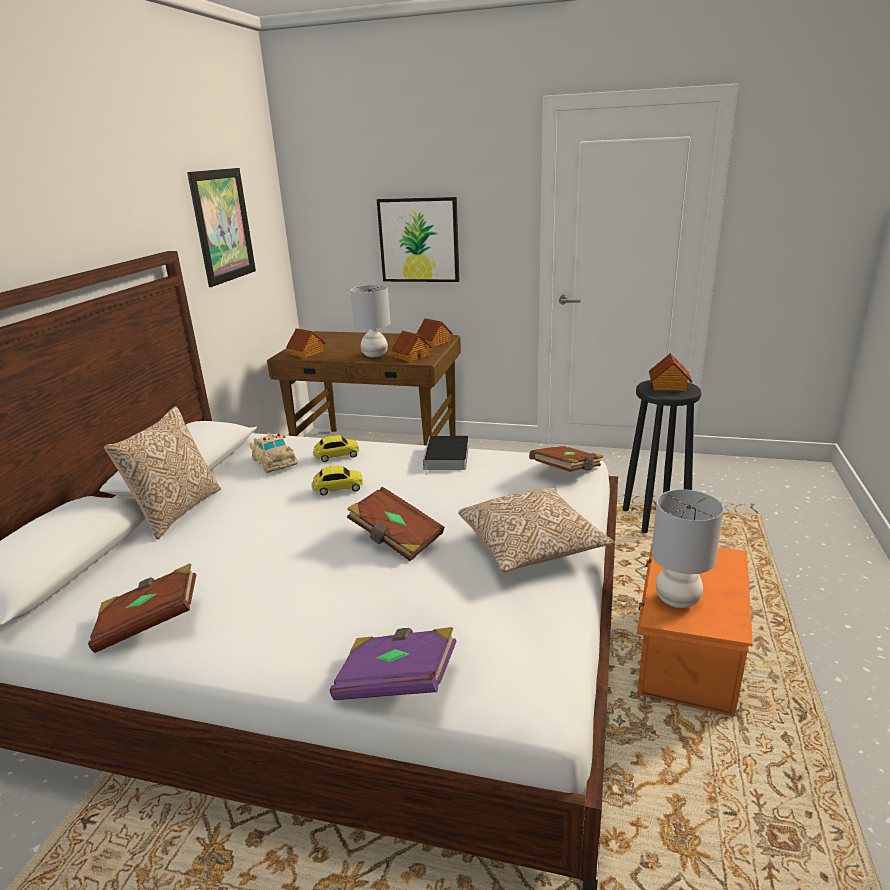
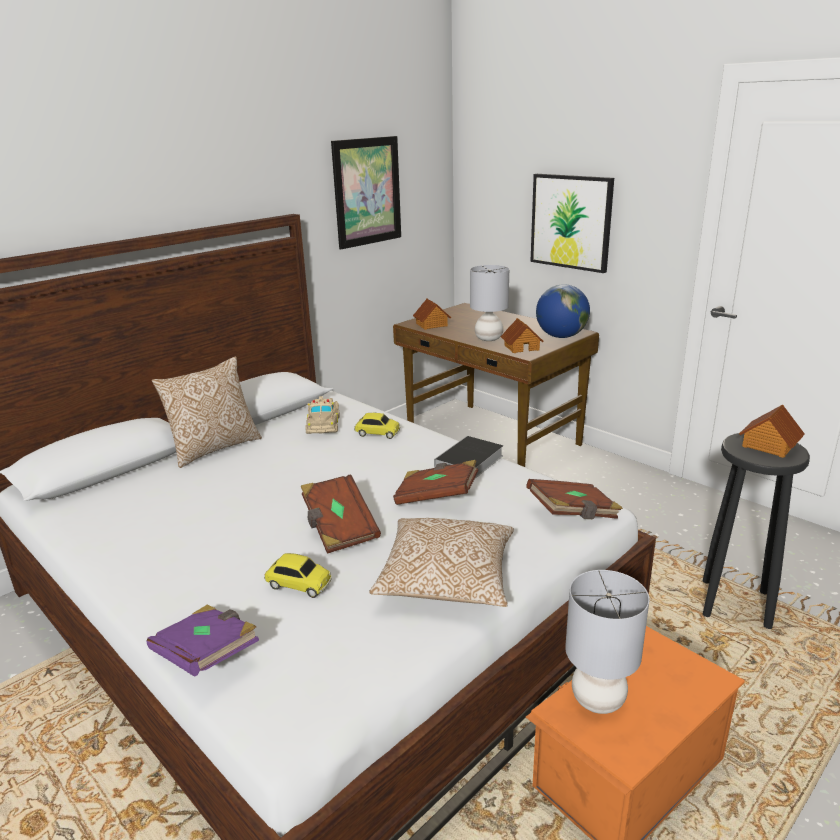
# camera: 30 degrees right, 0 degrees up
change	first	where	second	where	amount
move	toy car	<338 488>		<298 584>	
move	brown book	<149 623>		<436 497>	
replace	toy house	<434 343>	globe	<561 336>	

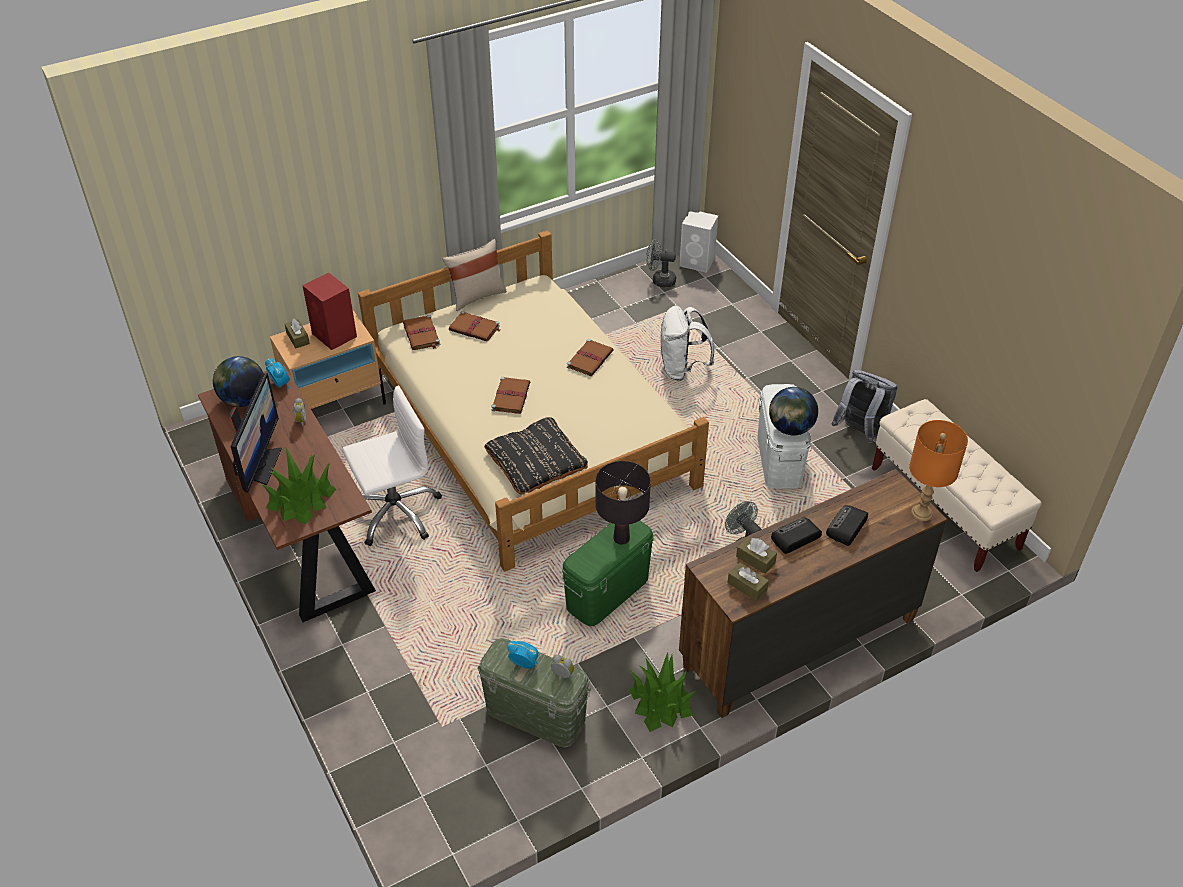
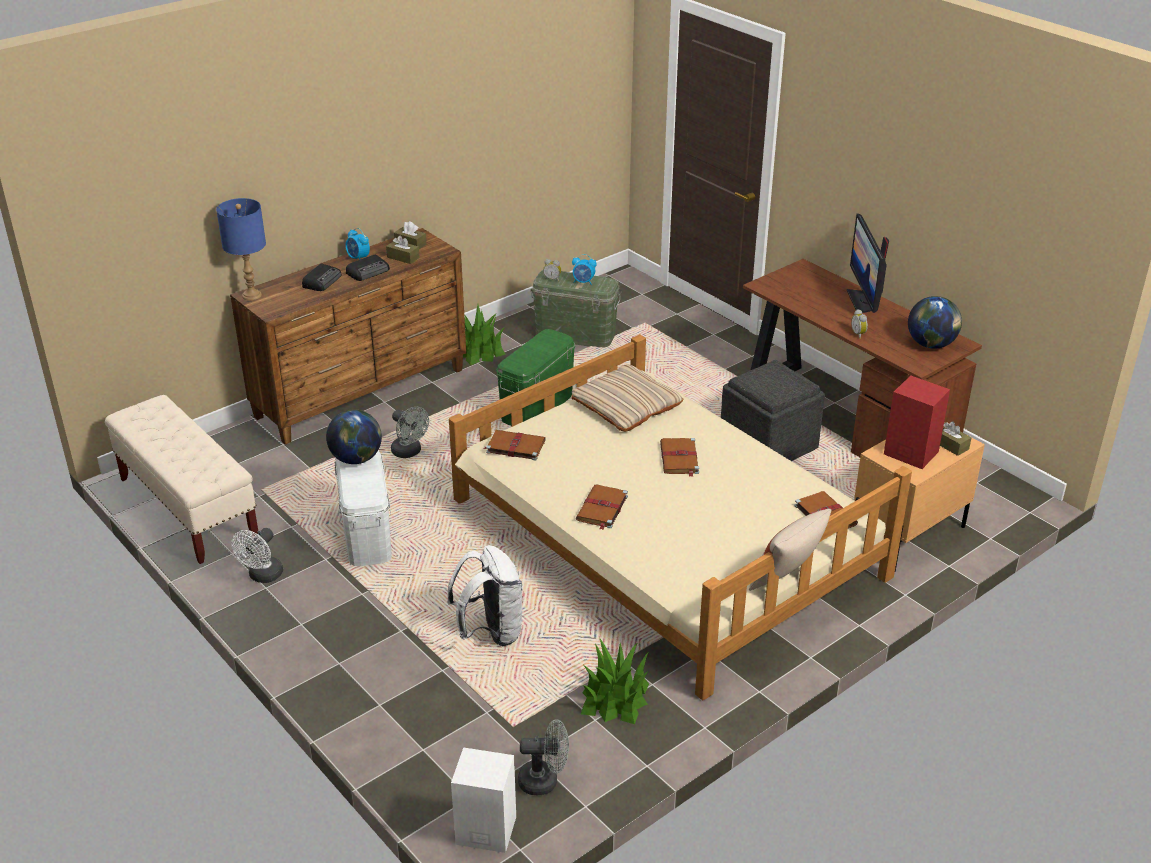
# camera: 170 degrees right, 10 degrees down
change	first	where	second	where	amount
recolor	orange table lamp	<922 513>	blue table lamp	<251 295>	
replace	grey backpack	<860 432>	white fan	<263 576>	
move	alarm clock	<280 384>		<358 258>	
move	brown book	<475 328>		<514 446>	
recolor	black pillow	<536 461>	beige pillow	<626 405>	
move	potted plant	<301 499>		<614 697>	
replace	white office chair	<395 512>	grey ottoman	<767 444>	
delete	black table lamp	<621 538>			

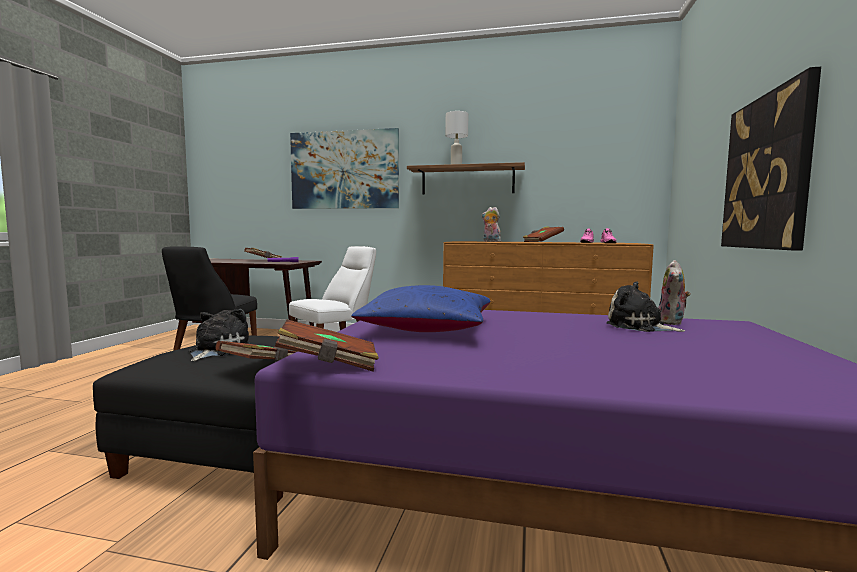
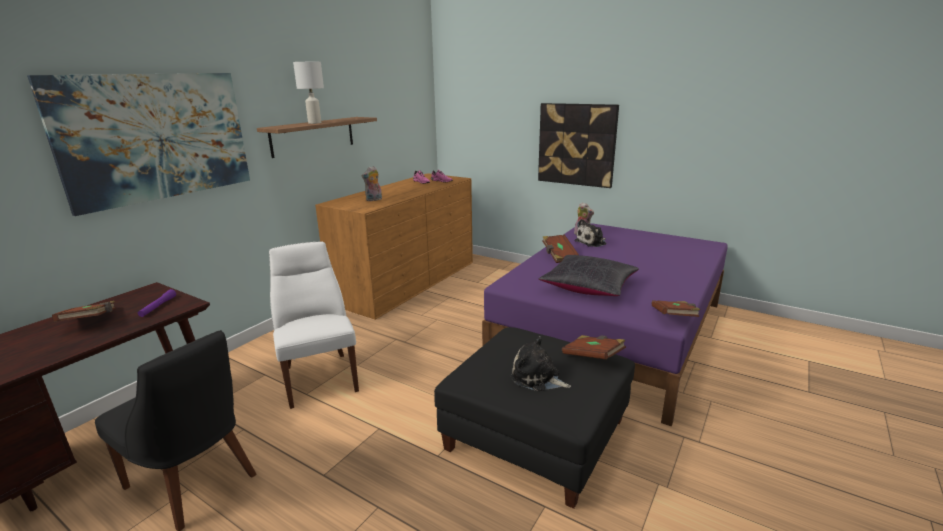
# camera: 70 degrees left, 15 degrees up
change	first	where	second	where	amount
recolor	blue pillow	<428 329>	black pillow	<588 286>	
move	brown book	<542 242>		<559 256>	

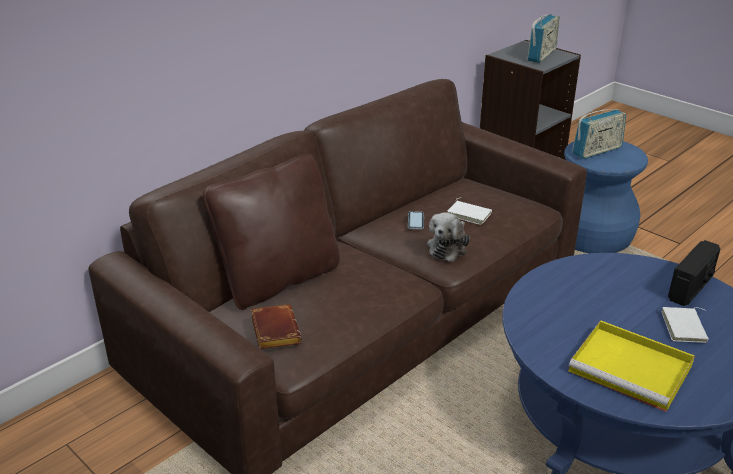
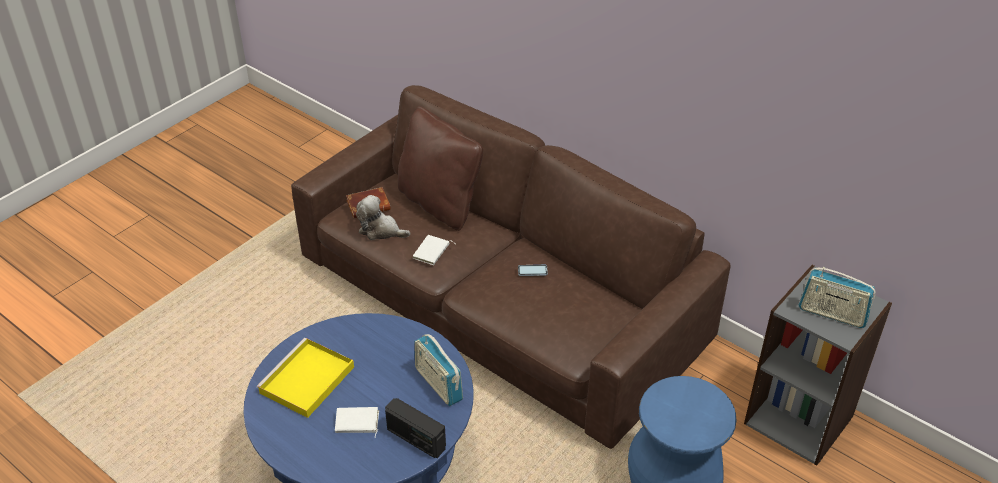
# camera: 85 degrees right, 10 degrees up
change	first	where	second	where	amount
move	plush toy	<448 247>		<381 230>	
move	white book	<469 214>		<432 252>	
move	radio	<597 151>		<438 384>	

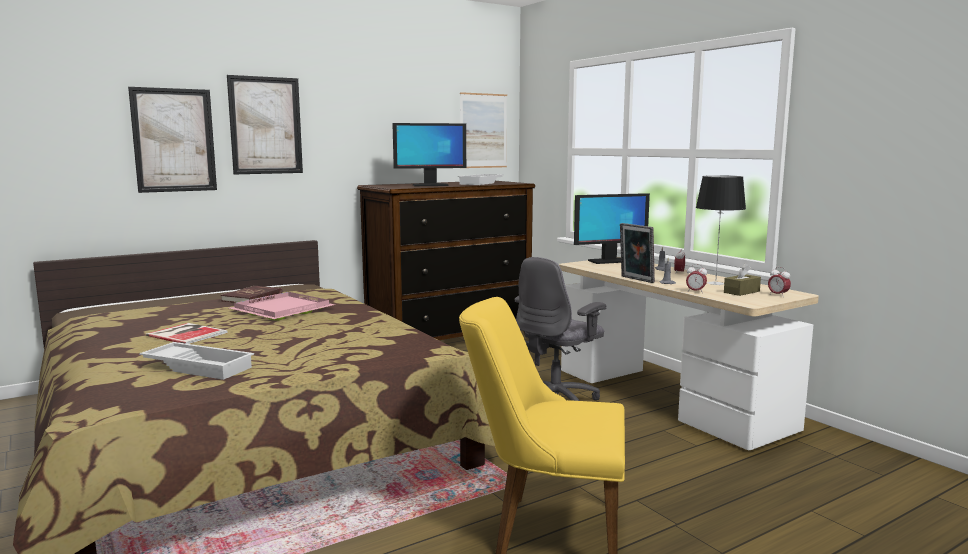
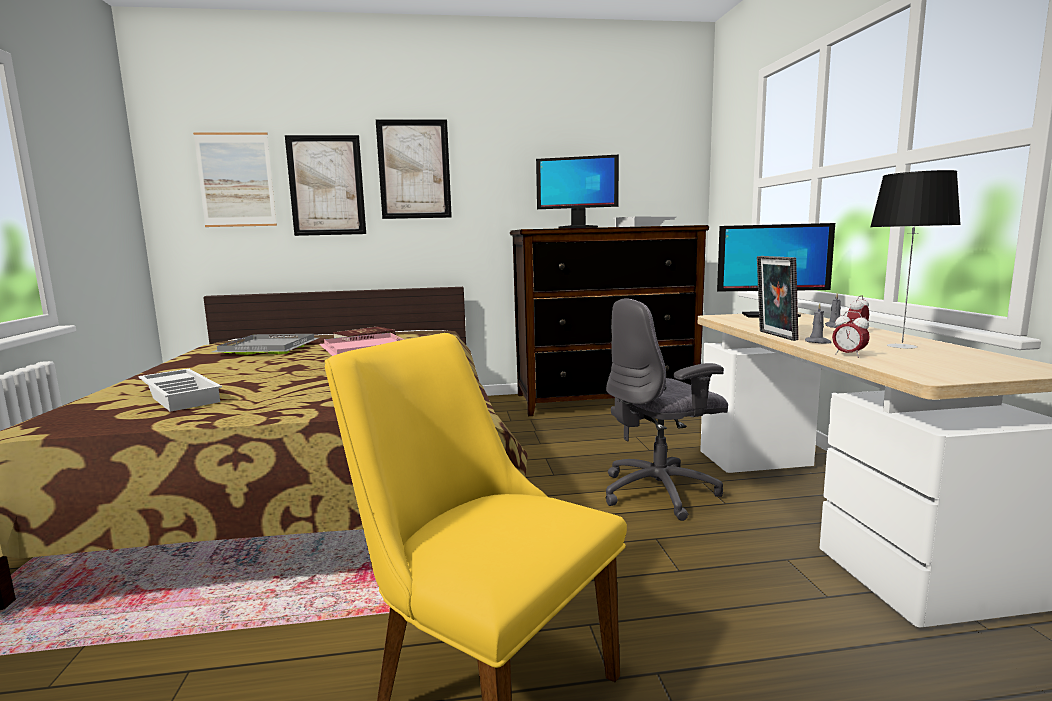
# camera: 25 degrees right, 0 degrees up
change	first	where	second	where	amount
move	picture	<483 131>		<236 180>	
insert			grey tray	<269 348>	
delete	book	<187 333>			
delete	brown tissue box	<741 292>			
delete	alarm clock	<778 295>			

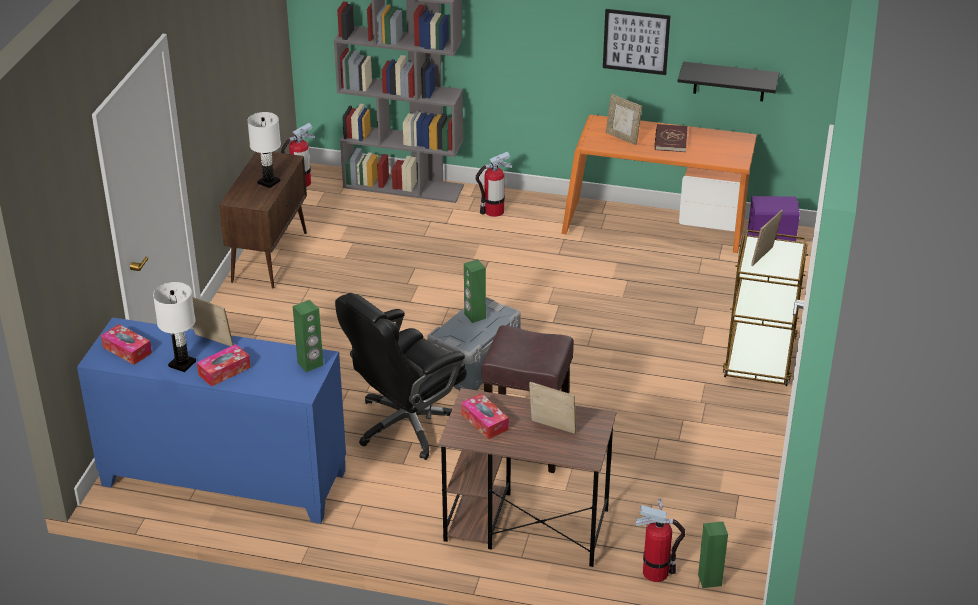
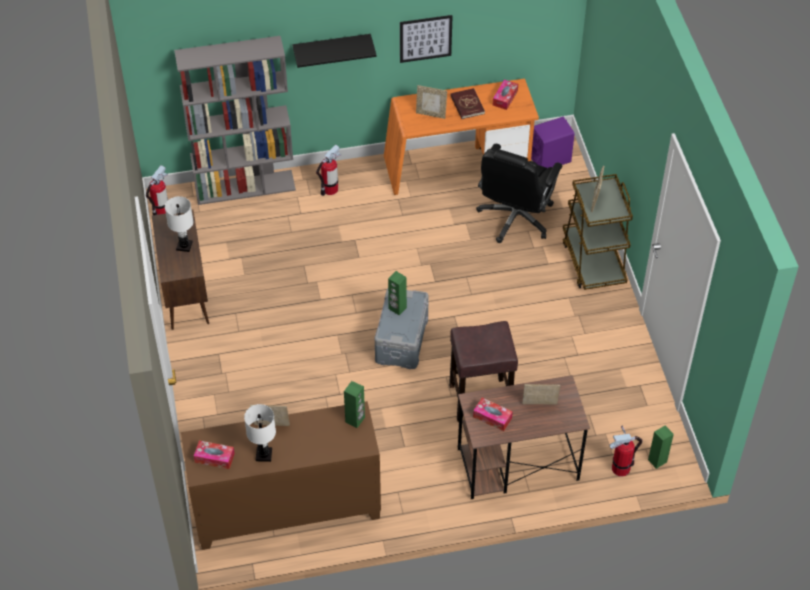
# camera: 25 degrees left, 15 degrees up
change	first	where	second	where	amount
recolor	blue cabinet	<223 479>	brown cabinet	<286 509>	
move	black shelf	<729 81>		<332 49>	
move	black office chair	<406 425>		<515 218>	
move	tissue box	<224 371>		<505 98>	

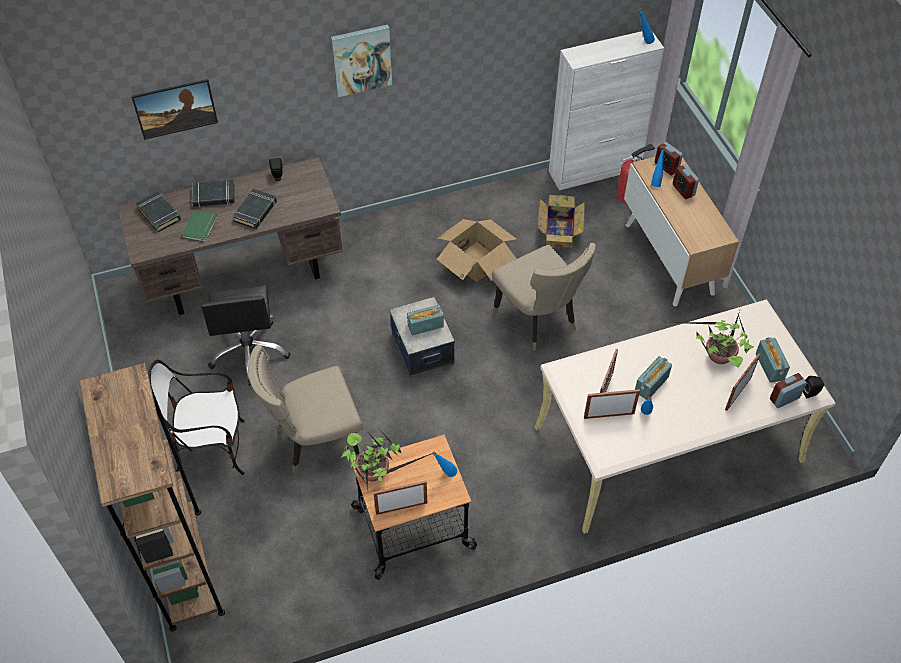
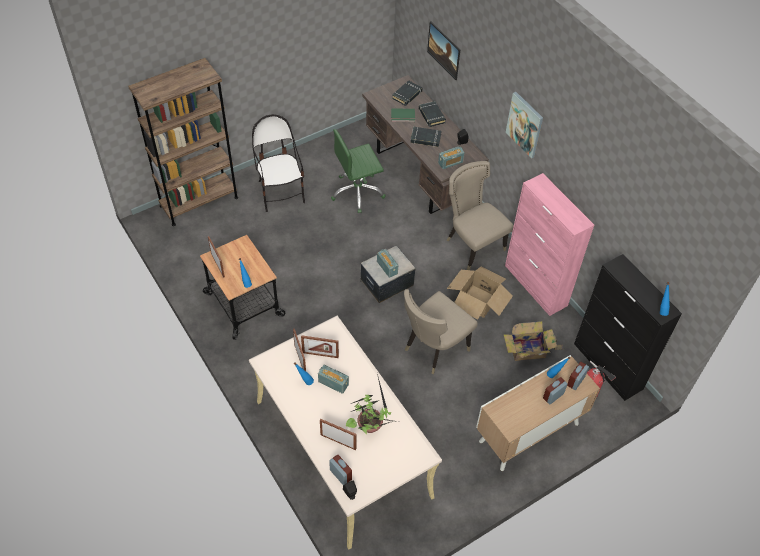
# camera: 75 degrees right, 0 degrees up
change	first	where	second	where	amount
recolor	black office chair	<249 352>	green office chair	<357 192>	
move	radio	<769 366>		<450 162>	
move	beige chair	<314 441>		<472 245>	
insert			pink cabinet	<535 286>	
recolor	white cabinet	<595 170>	black cabinet	<608 366>	
delete	potted plant	<375 472>			

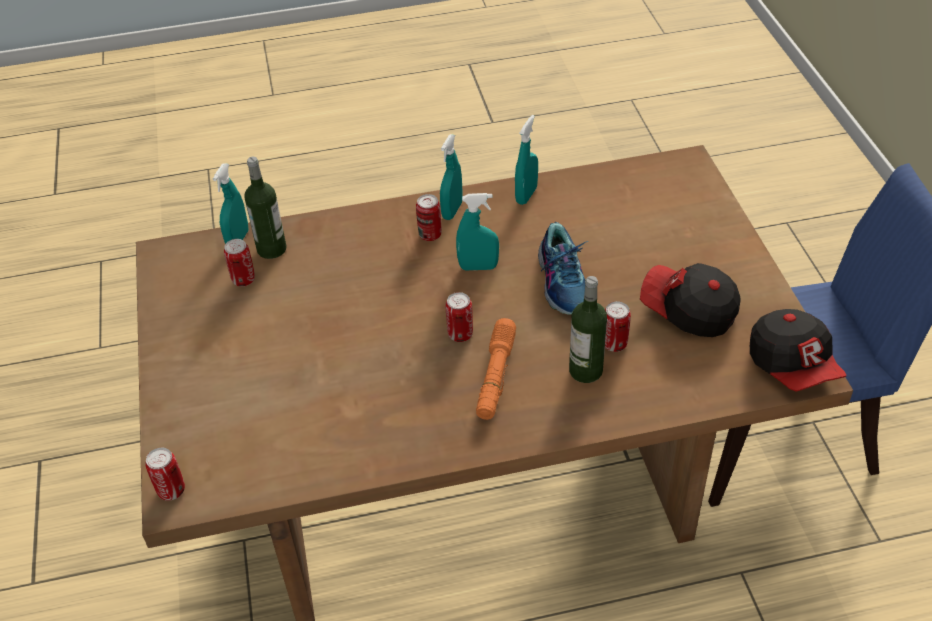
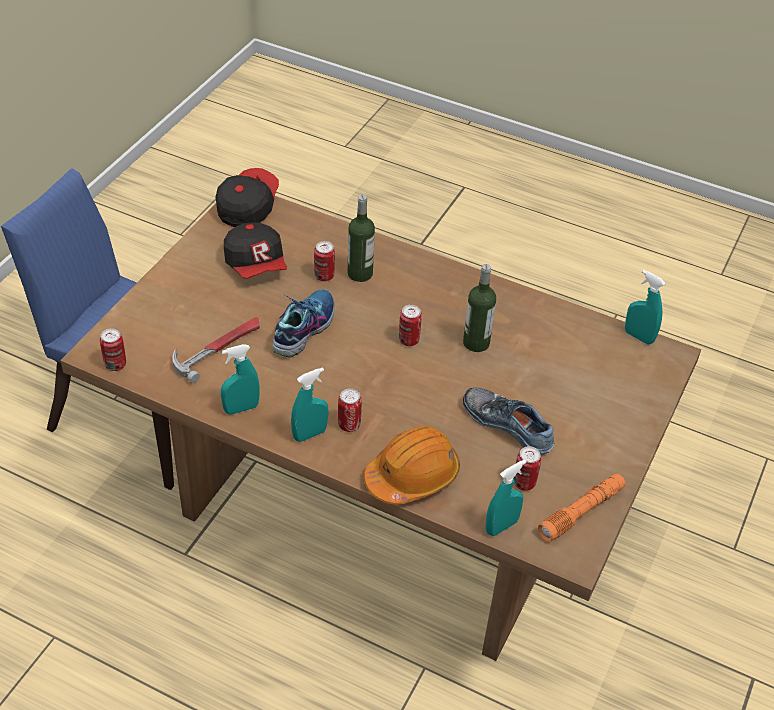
# camera: 145 degrees left, 0 degrees up
change	first	where	second	where	amount
move	can	<171 490>		<115 365>	
insert			hammer	<218 348>	
insert			orange hard hat	<412 476>	
move	bottle	<271 249>		<476 343>	
insert			shoe	<509 424>	
move	orange flashlight	<495 376>		<581 512>	
move	turquoise spray bottle	<478 267>		<638 337>	

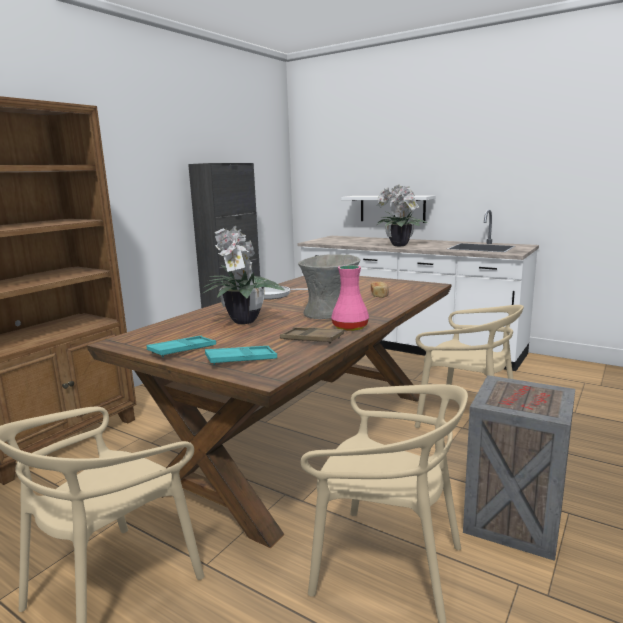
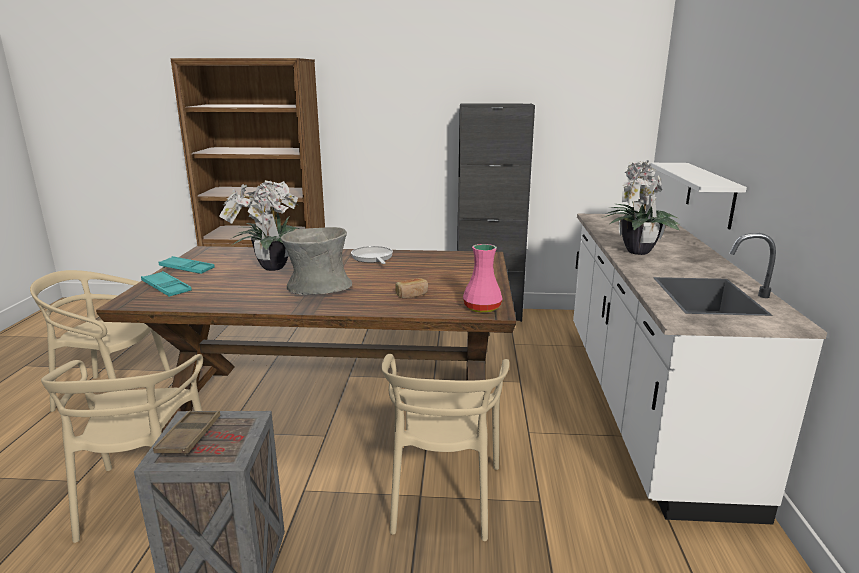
# camera: 60 degrees right, 5 degrees up
change	first	where	second	where	amount
move	brown tray	<311 339>		<189 437>	
move	pink vase	<350 327>		<483 308>	

